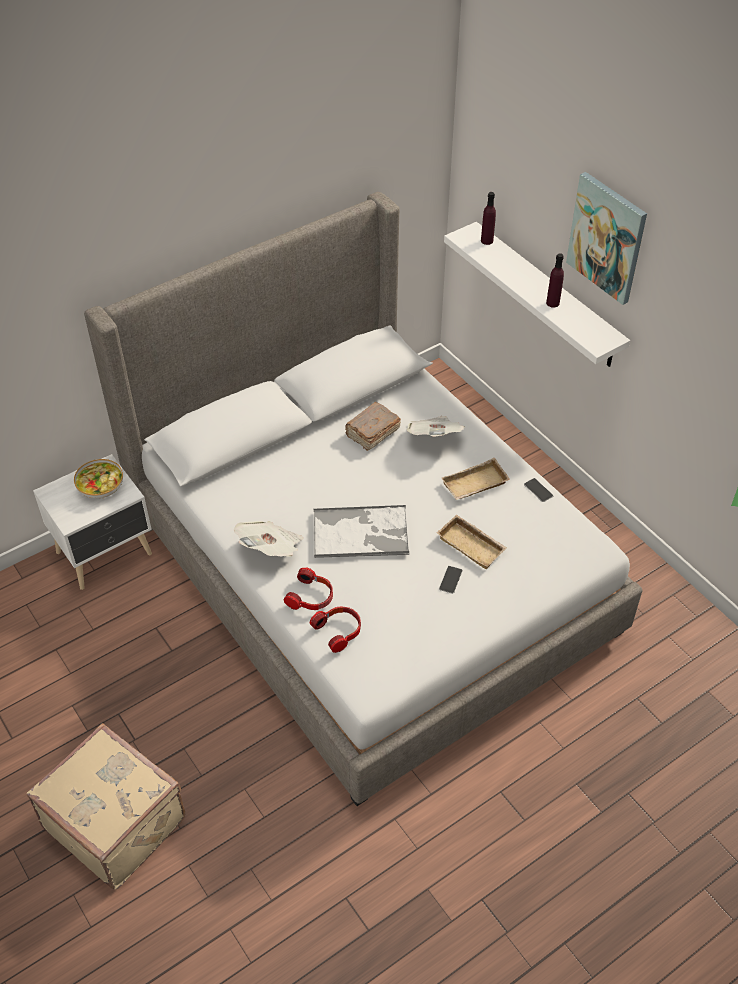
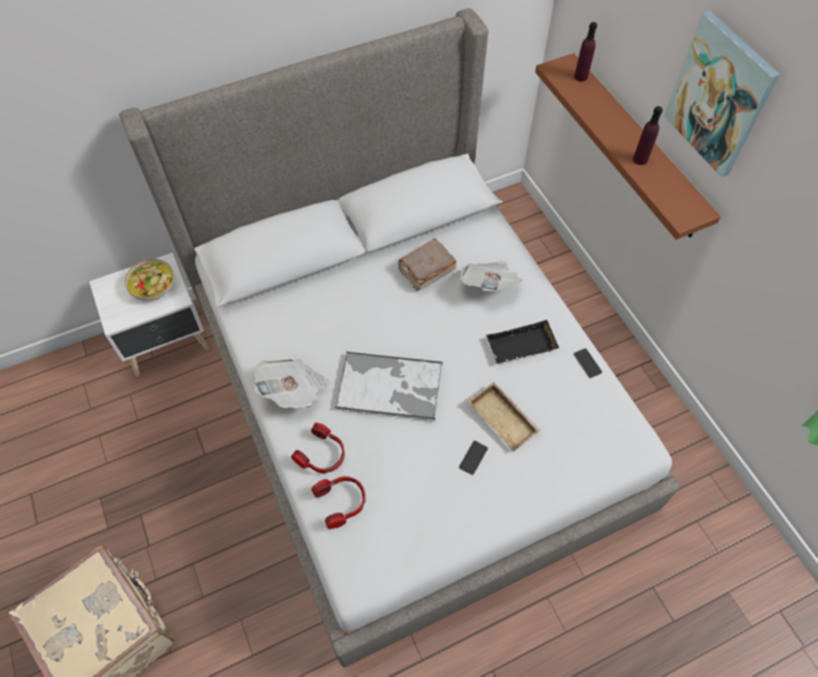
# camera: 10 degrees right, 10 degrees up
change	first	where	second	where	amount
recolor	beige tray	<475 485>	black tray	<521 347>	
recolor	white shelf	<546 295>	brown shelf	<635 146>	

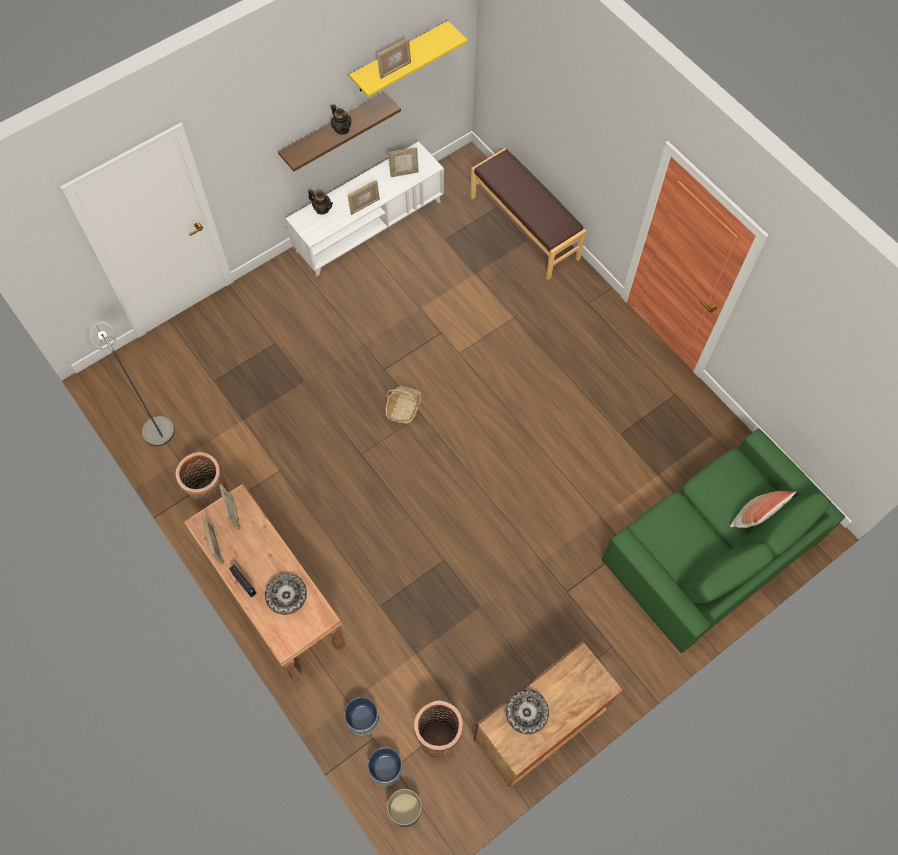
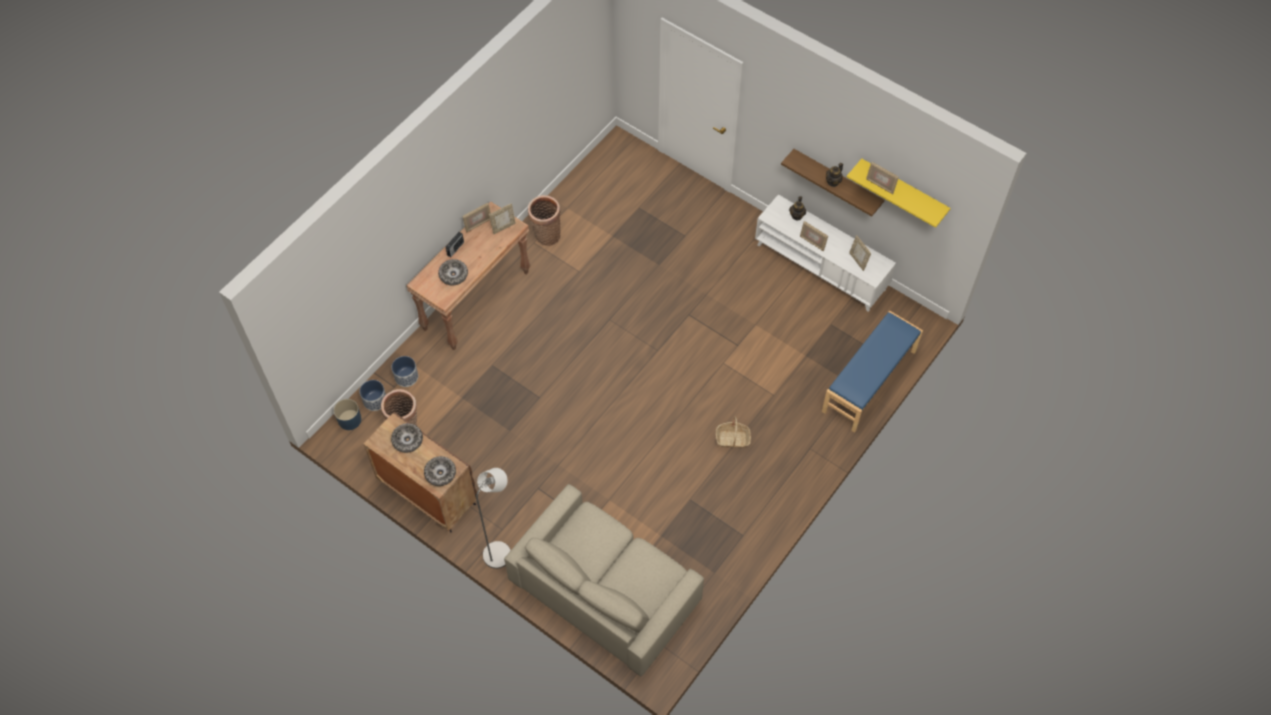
# camera: 75 degrees right, 5 degrees down
change	first	where	second	where	amount
insert			bowl	<440 473>	
move	grey floor lamp	<155 426>		<500 550>	
recolor	green sofa	<710 549>	beige sofa	<605 588>	
move	basket	<403 408>		<732 439>	
recolor	brown bench	<525 227>	blue bench	<869 382>	
delete	pillow	<754 517>			

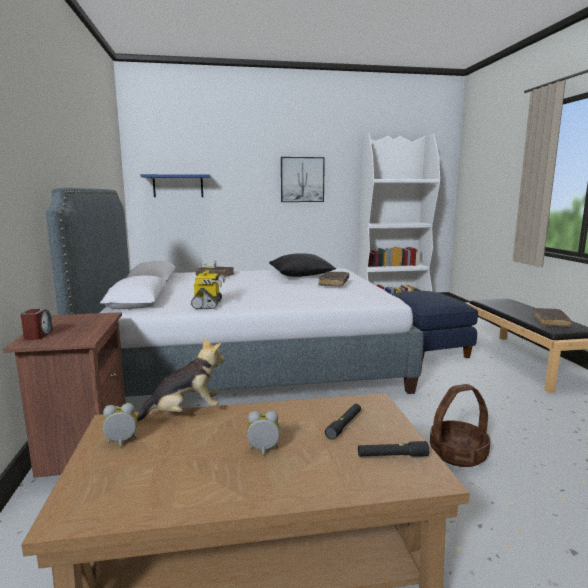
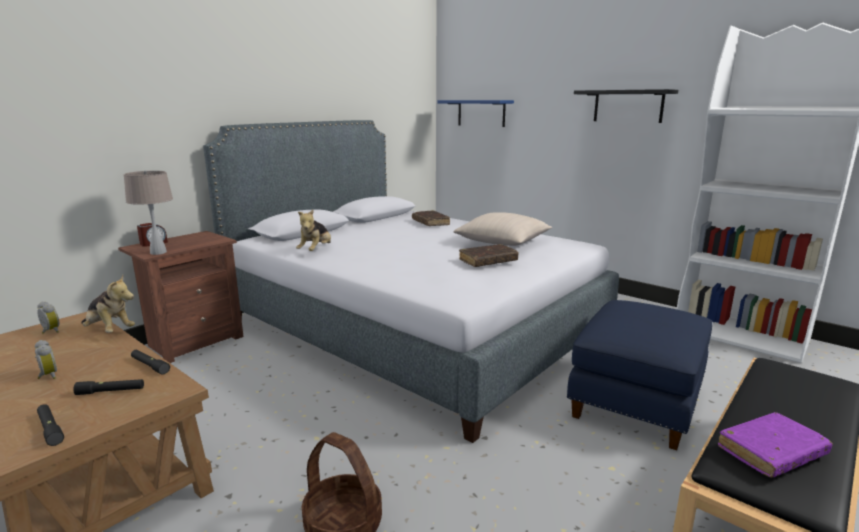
# camera: 50 degrees right, 5 degrees up
change	first	where	second	where	amount
insert			beige table lamp	<158 252>	
insert			black flashlight	<150 366>	
replace	toy robot	<208 304>	plush toy	<316 251>	
recolor	black pillow	<301 275>	beige pillow	<502 243>	
replace	picture	<302 179>	black shelf	<628 106>	
recolor	brown book	<550 322>	purple book	<771 452>	

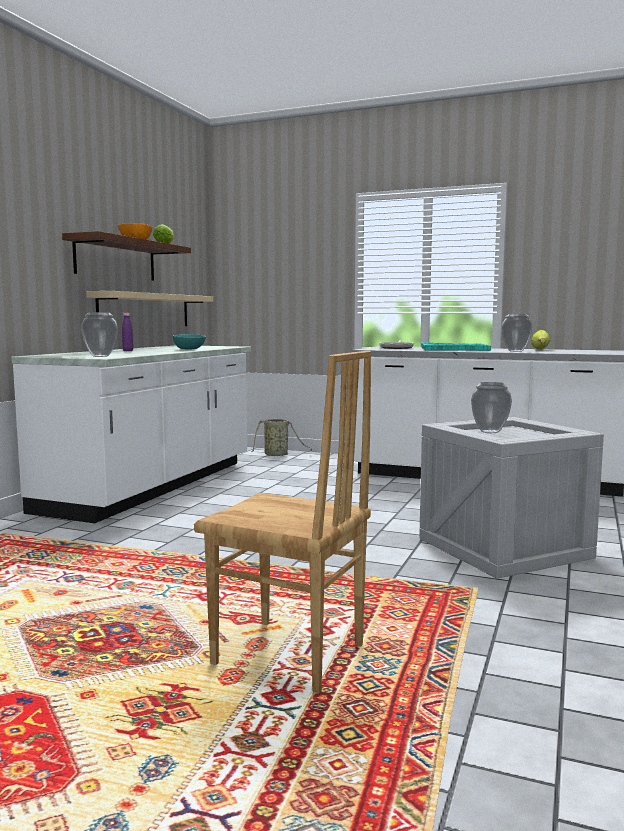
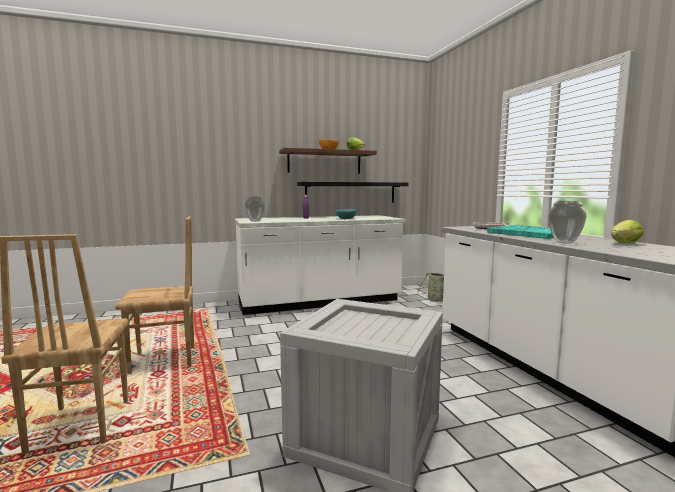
# camera: 50 degrees right, 0 degrees up
change	first	where	second	where	amount
insert			brown chair	<164 360>	
recolor	beige shelf	<145 310>	black shelf	<350 192>	
delete	vase	<489 432>			

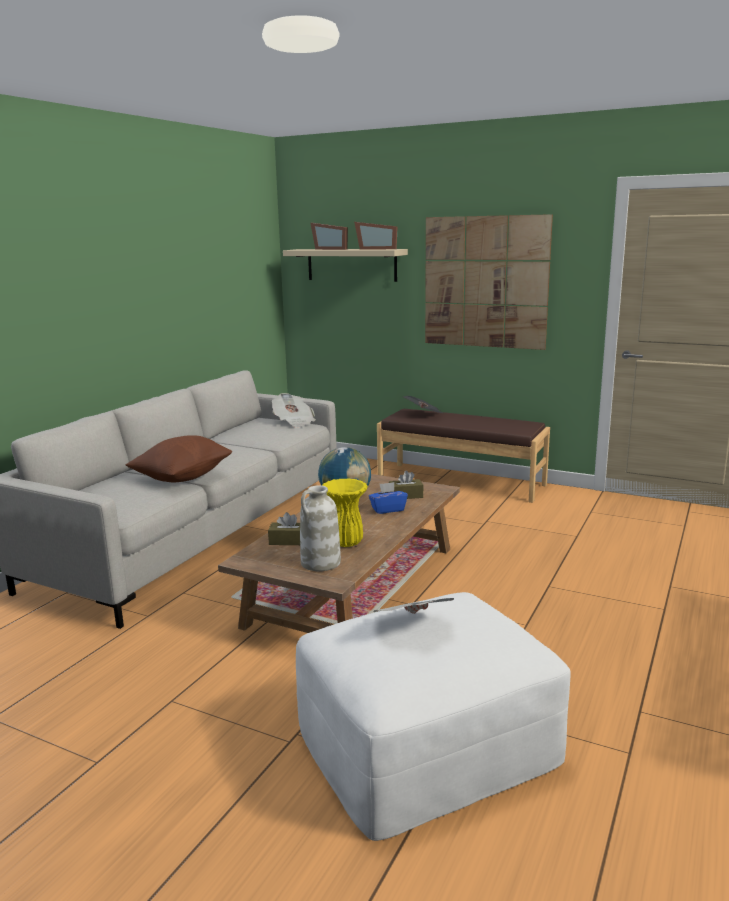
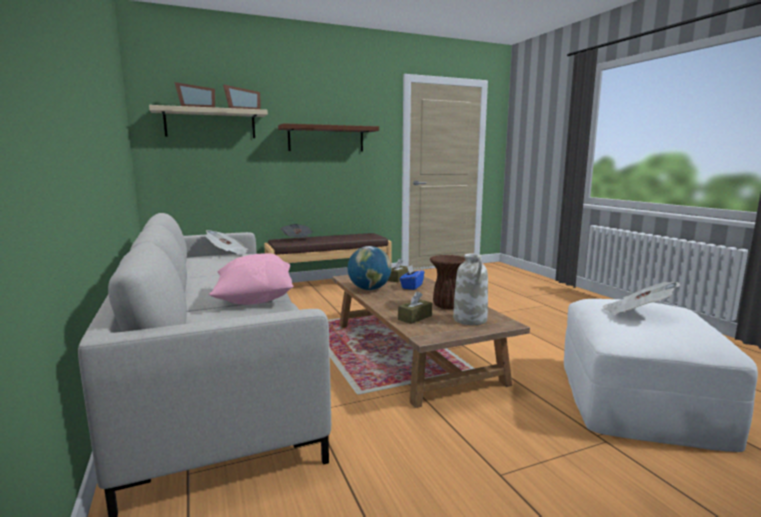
# camera: 50 degrees left, 5 degrees down
change	first	where	second	where	amount
recolor	brown pillow	<182 477>	pink pillow	<255 299>	
replace	picture	<485 282>	brown shelf	<326 139>	
recolor	yellow vase	<345 543>	brown vase	<447 307>	

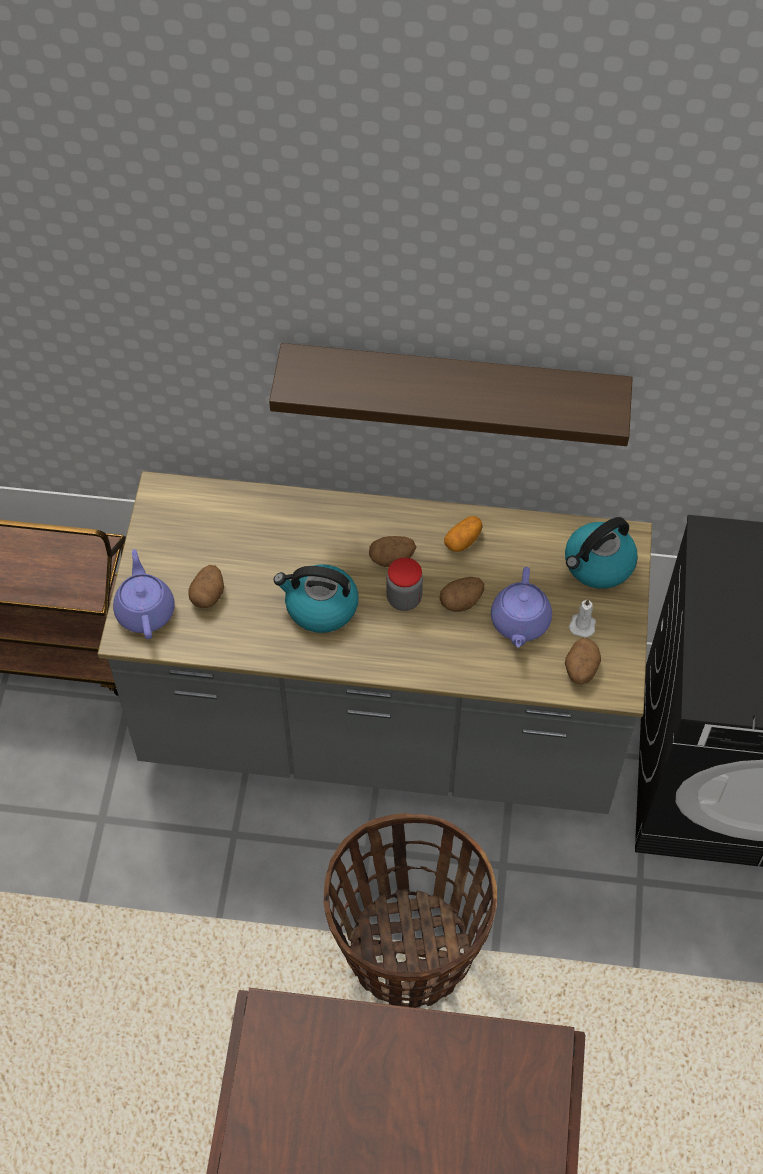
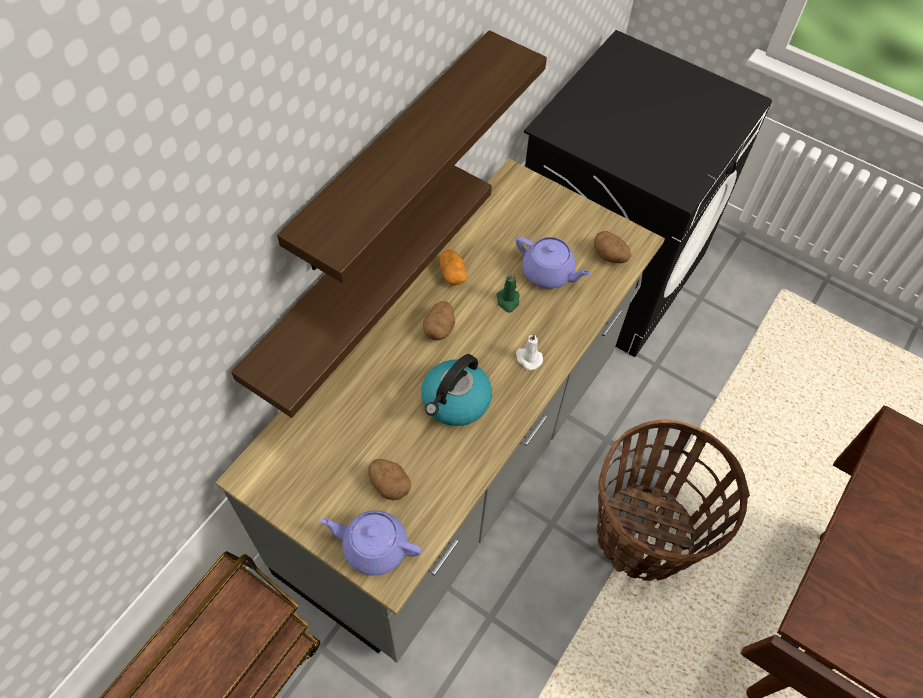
# camera: 65 degrees left, 0 degrees up
change	first	where	second	where	amount
insert			shelf	<347 279>	
replace	potato	<461 601>	green candle	<508 301>	
move	white candle	<582 624>		<528 358>	
delete	jar	<404 598>			
delete	kettle	<598 565>			

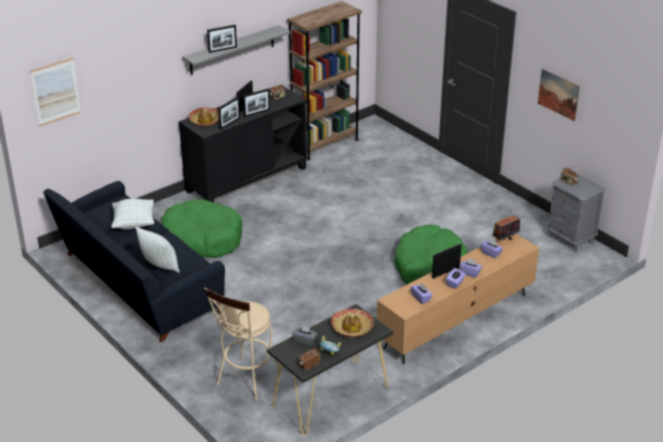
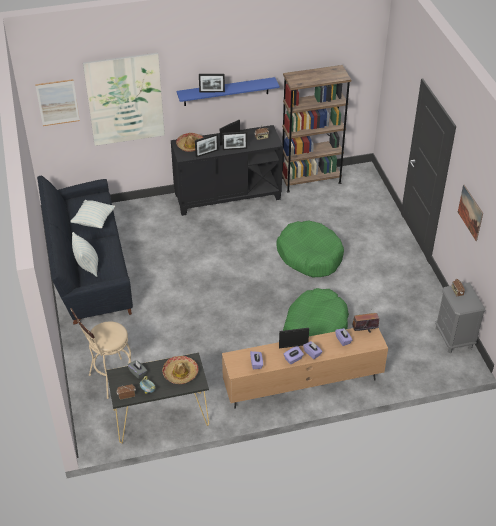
# camera: 25 degrees right, 10 degrees up
change	first	where	second	where	amount
insert			picture	<125 99>	
recolor	grey shelf	<232 50>	blue shelf	<226 91>	
move	green dog bed	<202 238>		<310 255>	

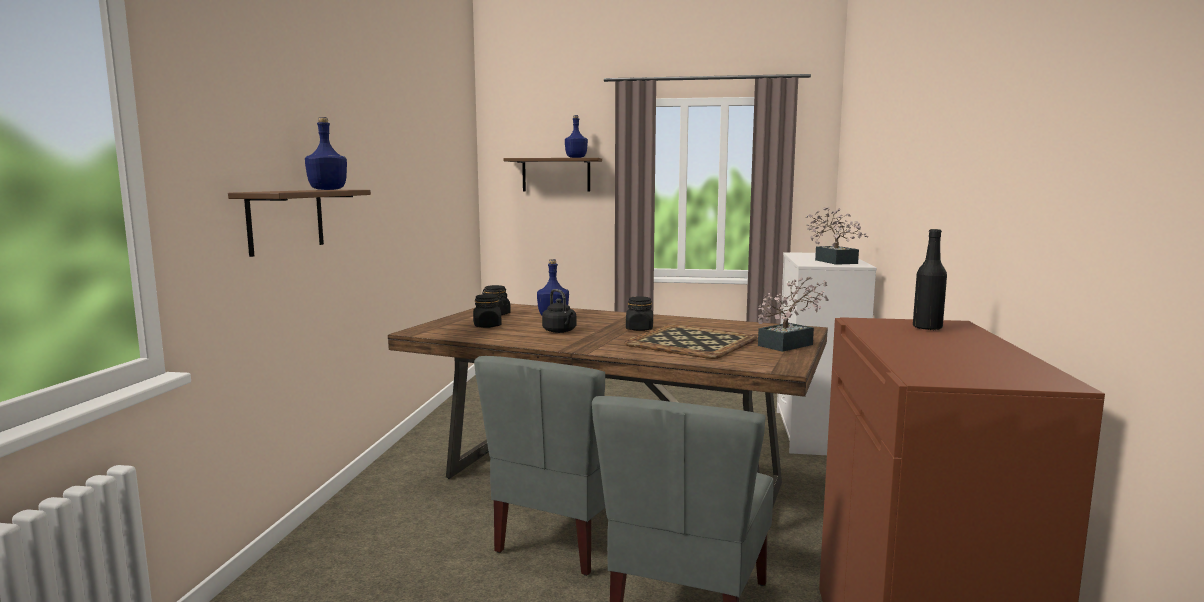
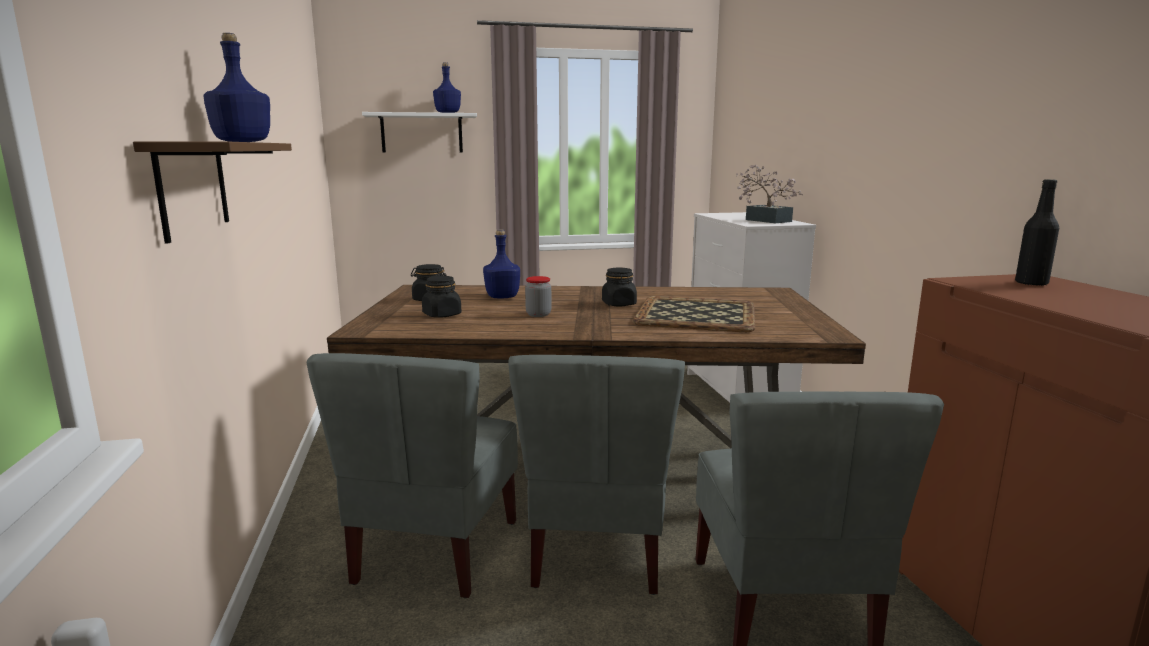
# camera: 20 degrees left, 5 degrees up
change	first	where	second	where	amount
insert			grey chair	<434 551>	
recolor	brown shelf	<556 175>	white shelf	<422 133>	
replace	black kettle	<560 331>	jar	<538 314>	
delete	potted plant	<790 344>			

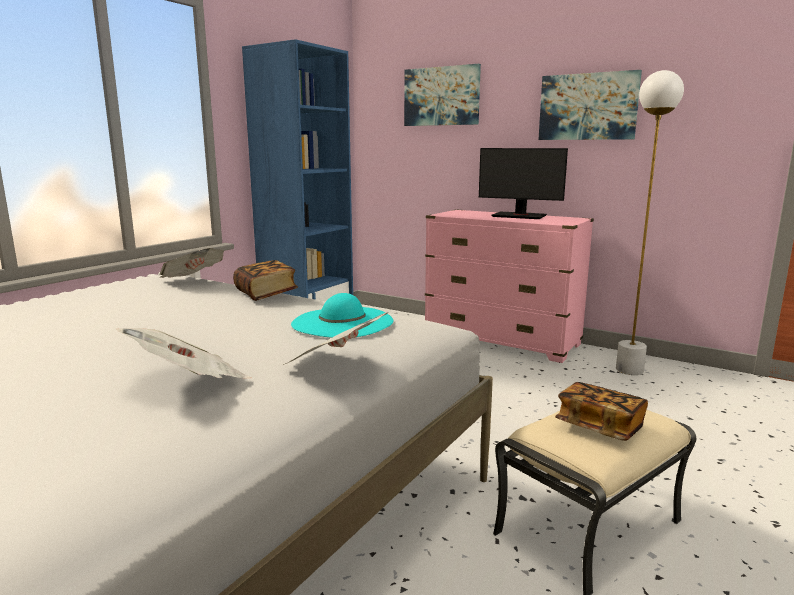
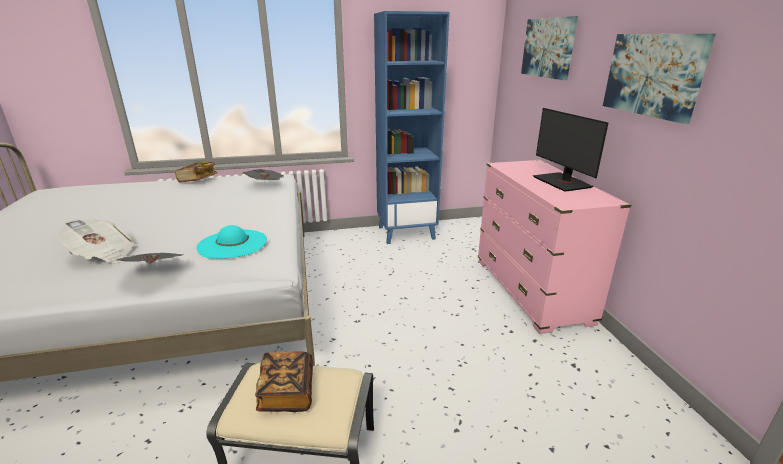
# camera: 45 degrees right, 10 degrees up
change	first	where	second	where	amount
move	book	<266 294>		<198 180>	
delete	white floor lamp	<629 370>			

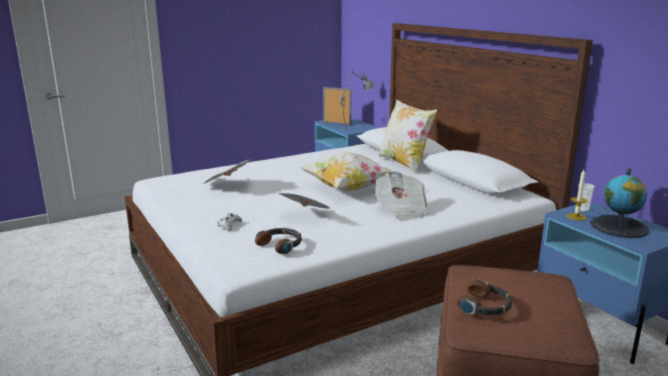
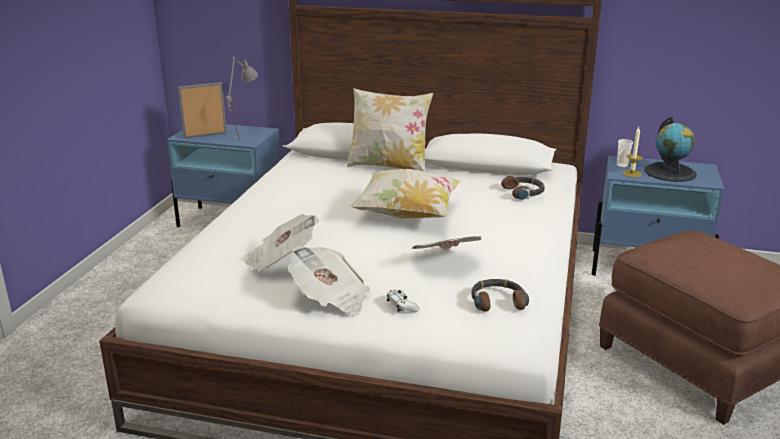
# camera: 45 degrees left, 5 degrees up
change	first	where	second	where	amount
move	newspaper	<401 210>		<330 299>	
move	headphones	<485 306>		<524 192>	

